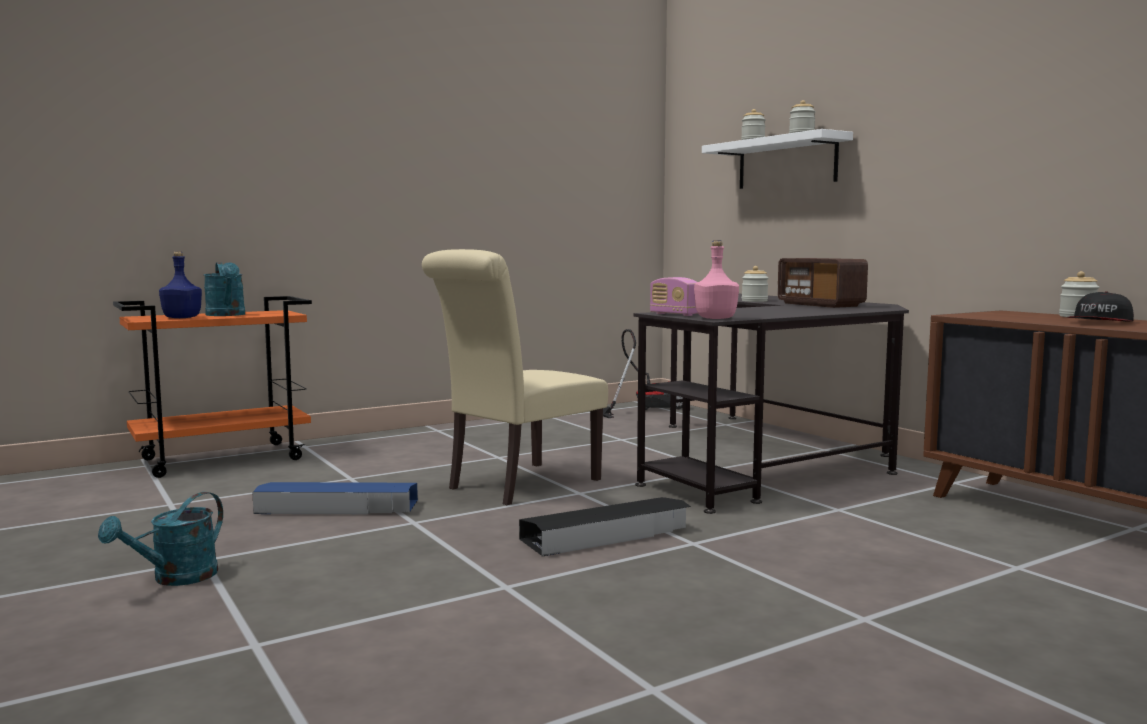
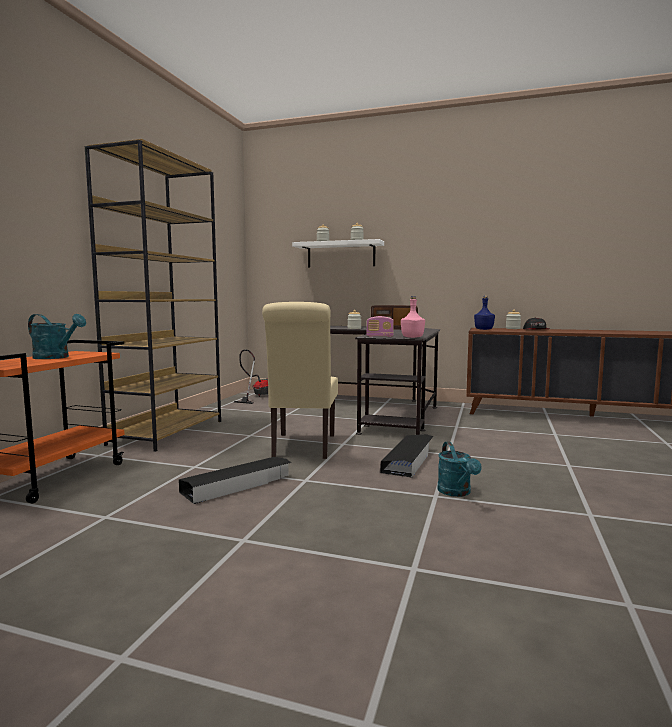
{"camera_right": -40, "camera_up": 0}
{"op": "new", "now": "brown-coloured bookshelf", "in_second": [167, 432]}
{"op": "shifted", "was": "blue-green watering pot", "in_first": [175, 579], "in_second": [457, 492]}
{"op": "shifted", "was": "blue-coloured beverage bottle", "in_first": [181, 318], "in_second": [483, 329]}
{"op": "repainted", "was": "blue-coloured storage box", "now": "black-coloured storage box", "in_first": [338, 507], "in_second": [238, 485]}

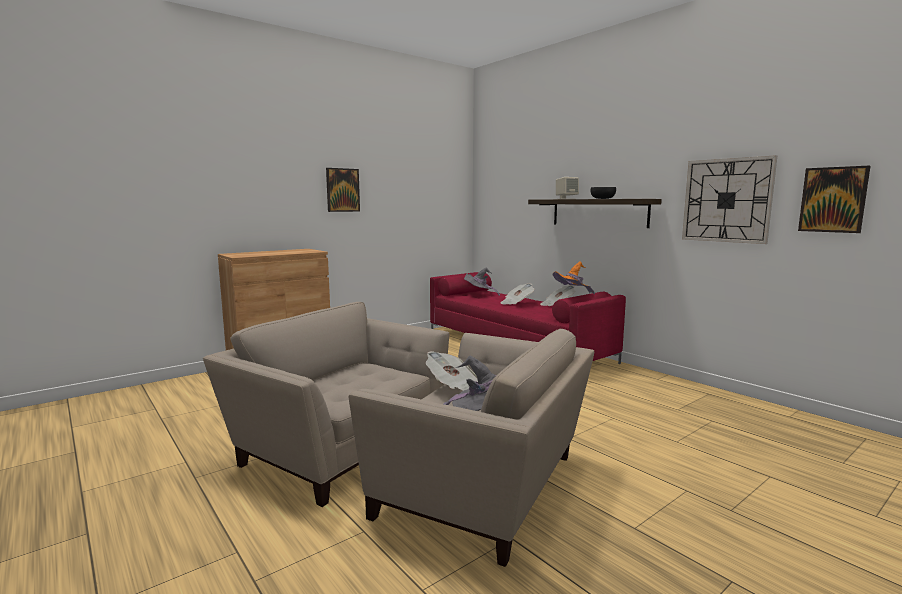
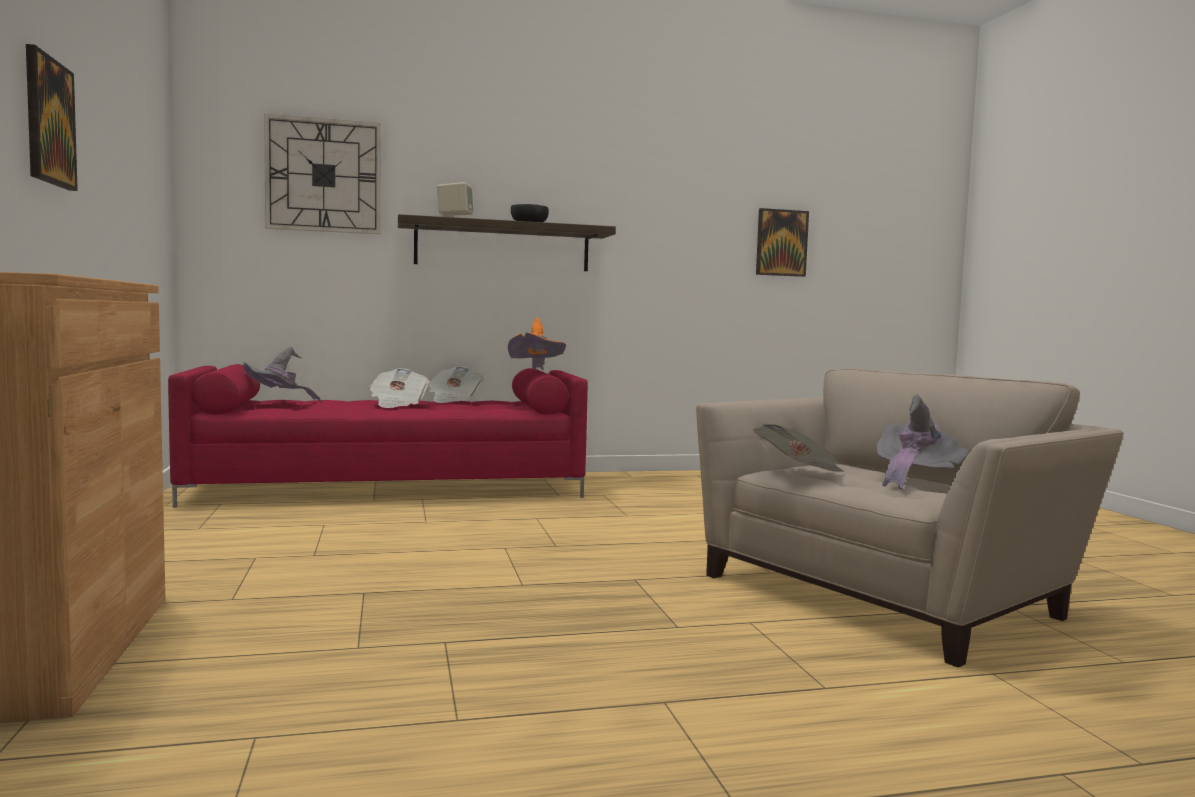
{"camera_right": -65, "camera_up": -5}
{"op": "gone", "was": "sand-coloured armchair", "in_first": [341, 445]}
{"op": "shifted", "was": "hanging clock", "in_first": [726, 200], "in_second": [323, 175]}

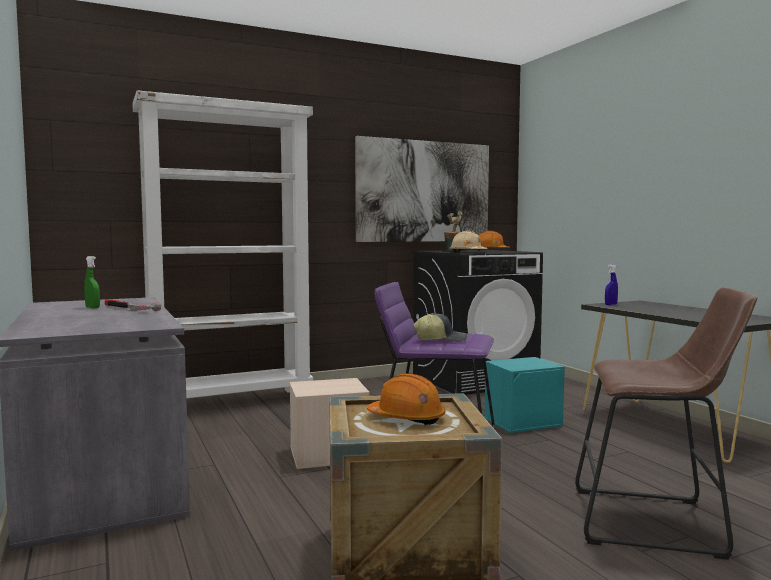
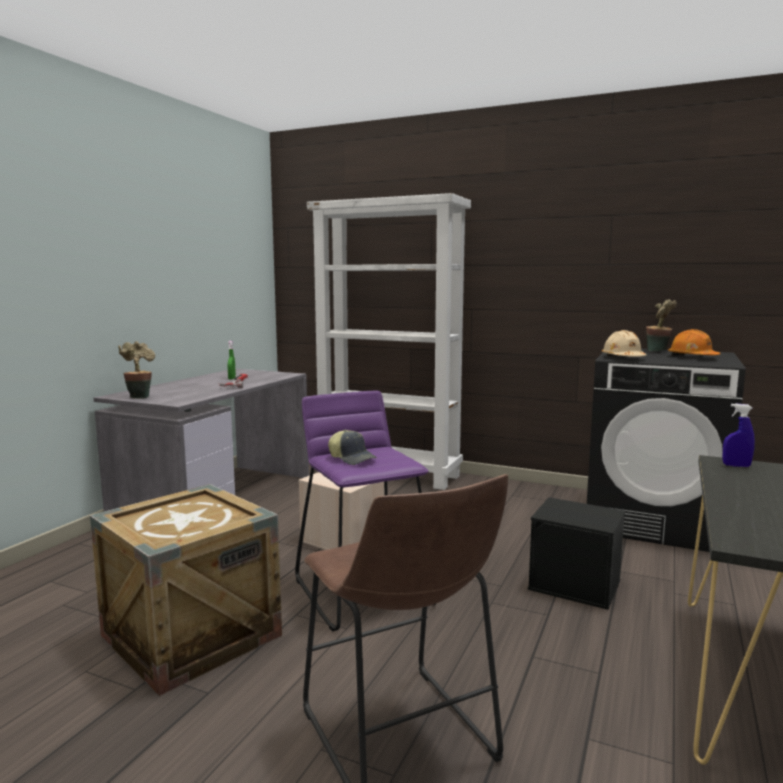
{"camera_right": 50, "camera_up": 5}
{"op": "gone", "was": "wall picture", "in_first": [424, 191]}
{"op": "gone", "was": "orangey work helmet", "in_first": [407, 418]}
{"op": "new", "now": "houseplant", "in_second": [139, 397]}
{"op": "repainted", "was": "blue-green storage box", "now": "black-coloured storage box", "in_first": [523, 421], "in_second": [576, 585]}

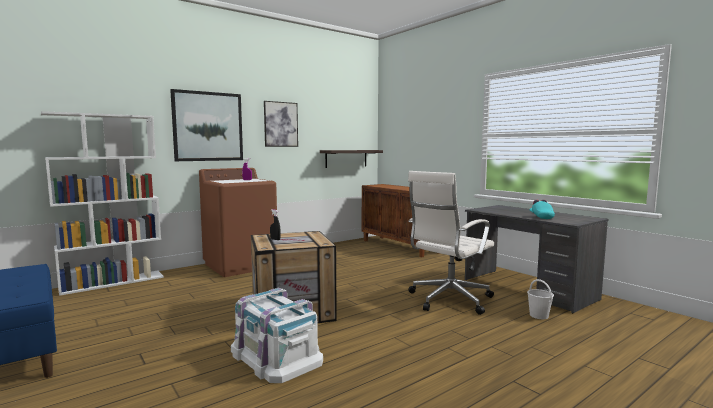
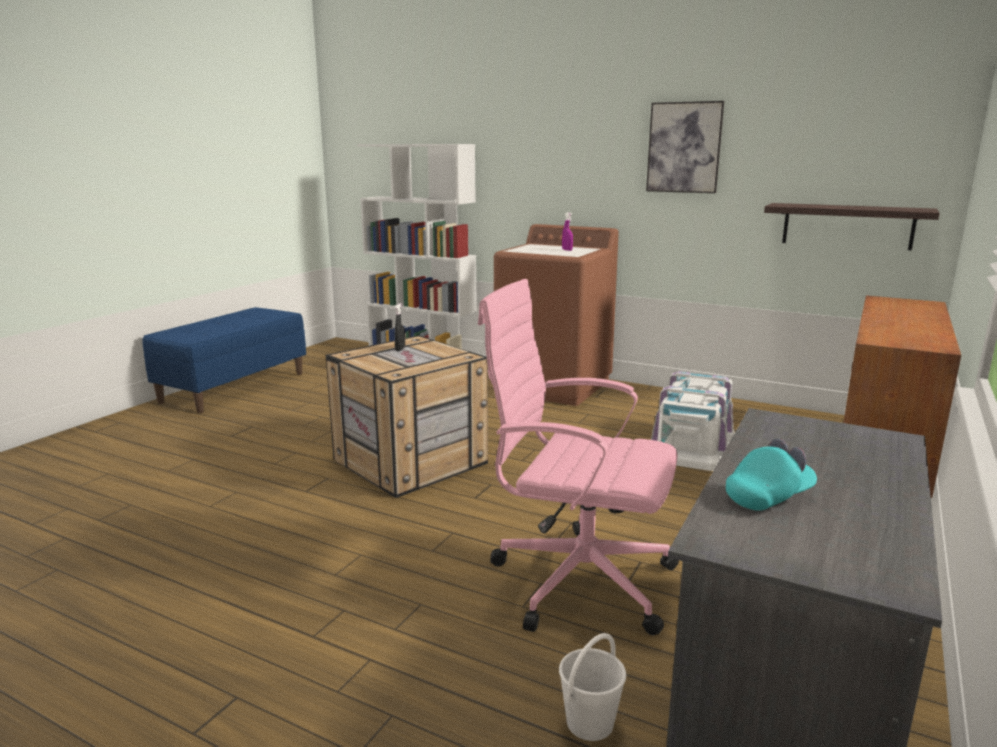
{"camera_right": 65, "camera_up": 10}
{"op": "gone", "was": "wall picture", "in_first": [208, 126]}
{"op": "shifted", "was": "white storage box", "in_first": [275, 356], "in_second": [691, 446]}
{"op": "repainted", "was": "white desk chair", "now": "pink-coloured desk chair", "in_first": [448, 300], "in_second": [577, 579]}

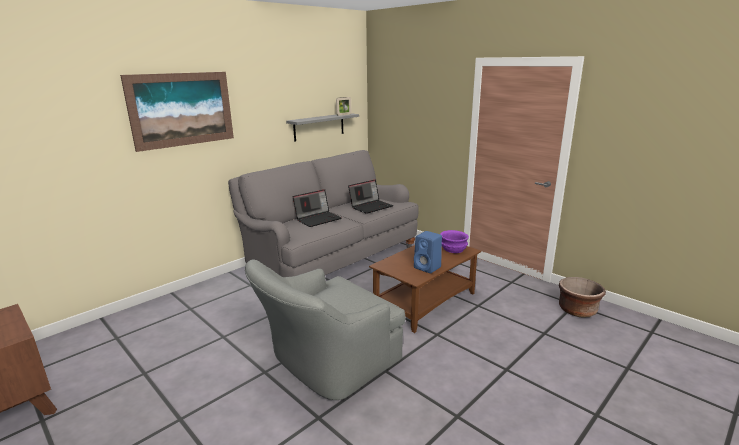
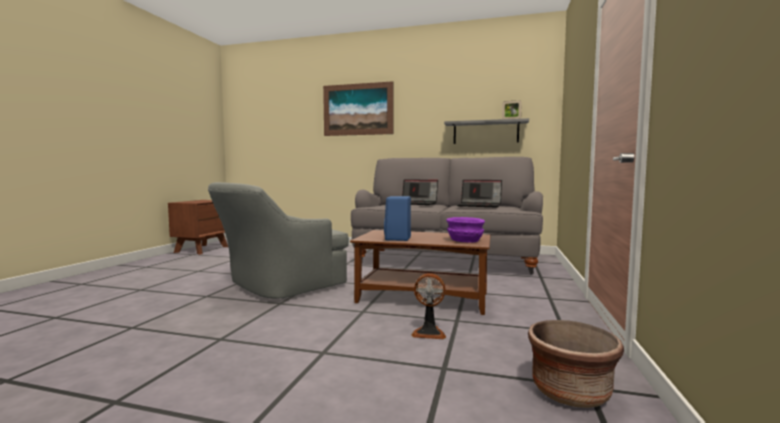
{"camera_right": 60, "camera_up": -15}
{"op": "new", "now": "fan", "in_second": [429, 332]}
{"op": "rotated", "was": "grey armchair", "in_first": [327, 363], "in_second": [277, 286], "clockwise": -60}

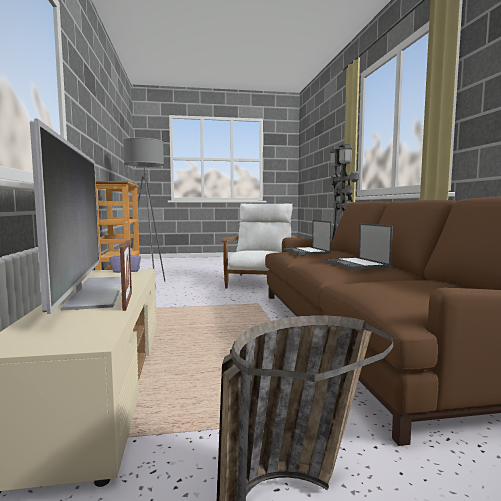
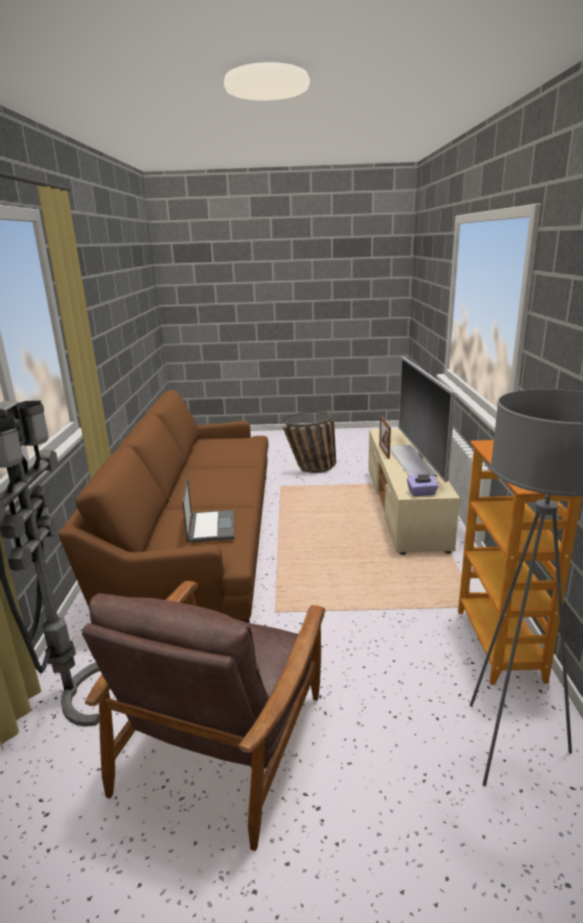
{"camera_right": -170, "camera_up": 15}
{"op": "gone", "was": "portable computer", "in_first": [356, 264]}
{"op": "repainted", "was": "white armchair", "now": "brown-coloured armchair", "in_first": [261, 282], "in_second": [223, 739]}

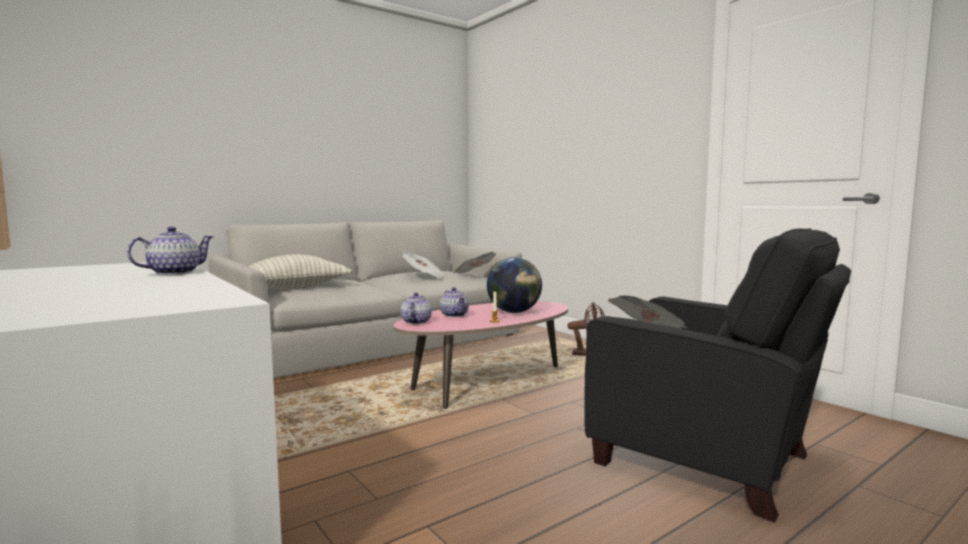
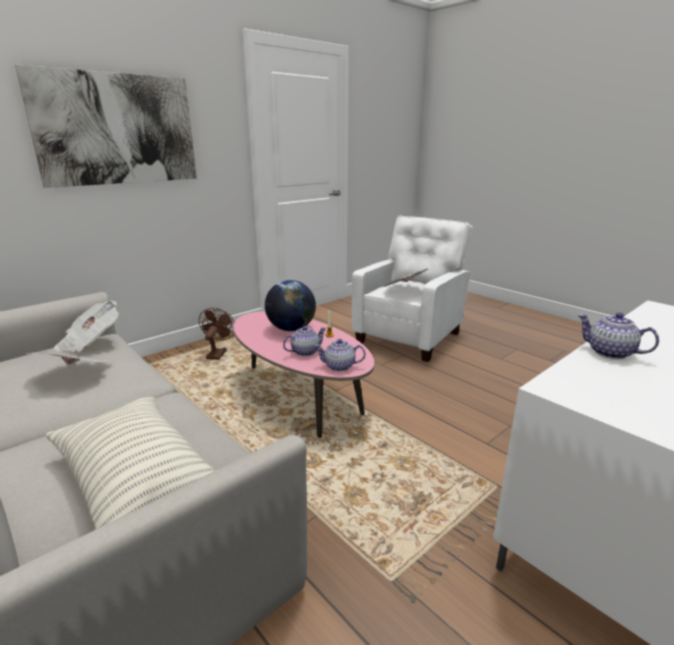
{"camera_right": -95, "camera_up": 15}
{"op": "new", "now": "wall picture", "in_second": [118, 129]}
{"op": "repainted", "was": "black-coloured armchair", "now": "white armchair", "in_first": [707, 460], "in_second": [410, 337]}

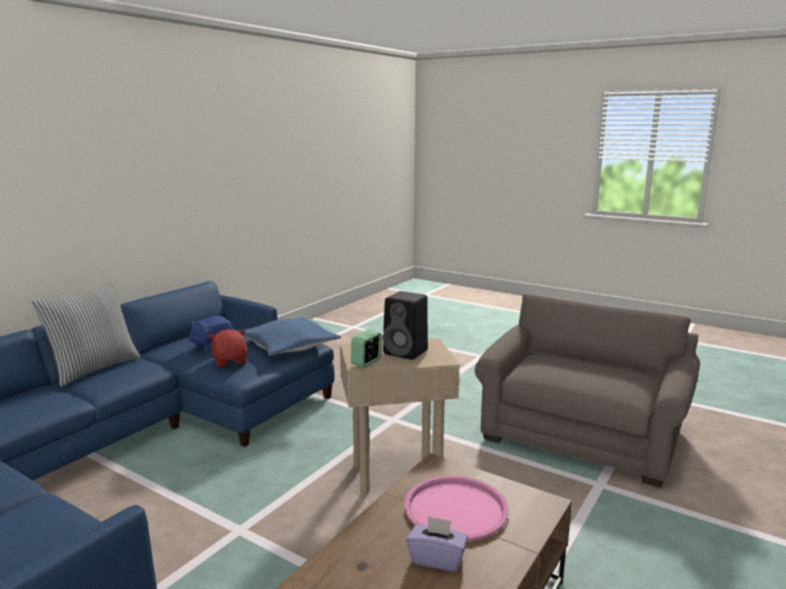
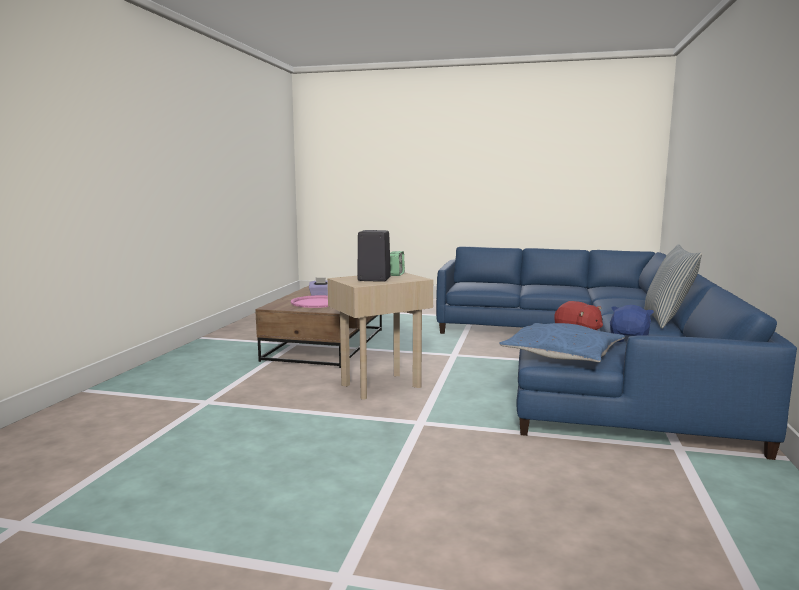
{"camera_right": 160, "camera_up": -5}
{"op": "gone", "was": "grey armchair", "in_first": [581, 435]}

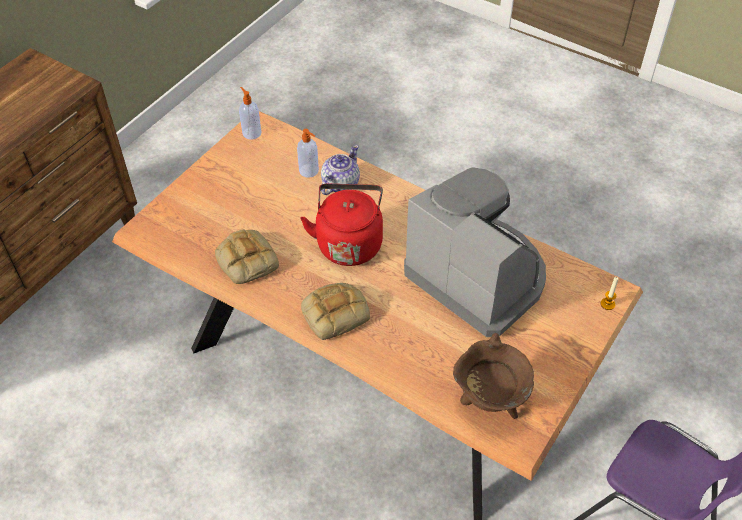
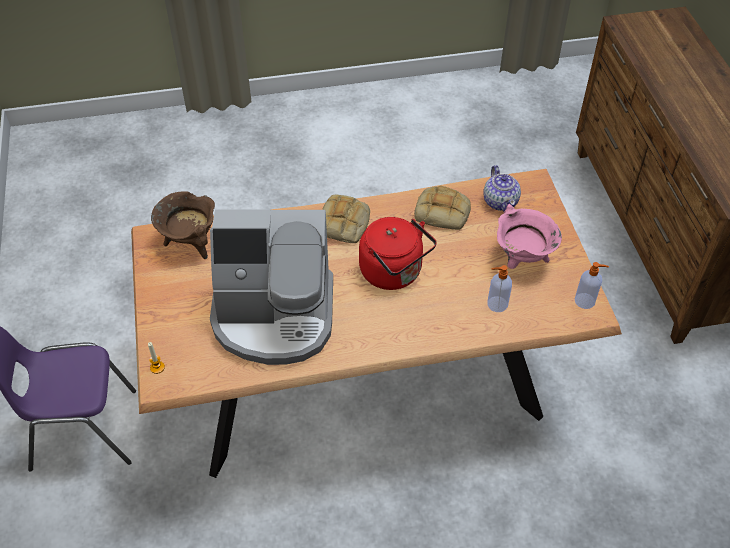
{"camera_right": 135, "camera_up": 0}
{"op": "new", "now": "pink-coloured cooking pot", "in_second": [522, 259]}
{"op": "shifted", "was": "pot for tea", "in_first": [340, 184], "in_second": [500, 201]}

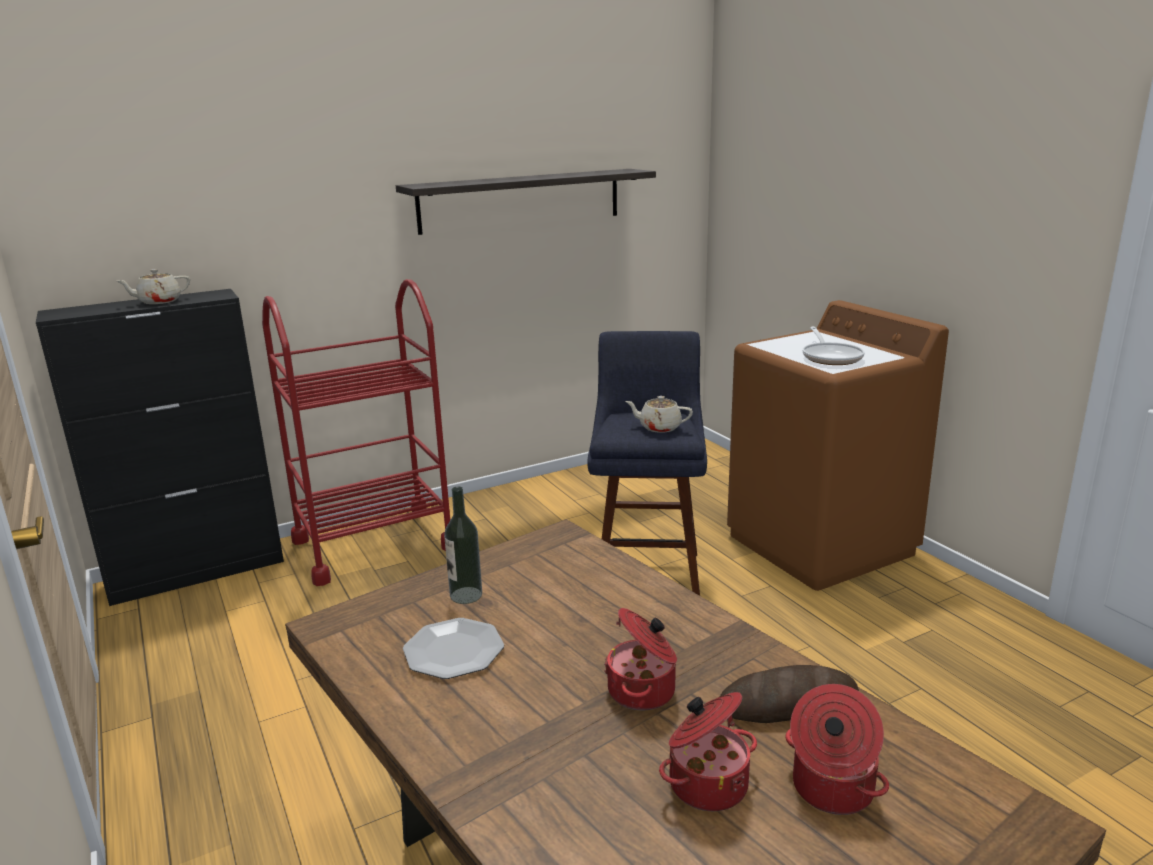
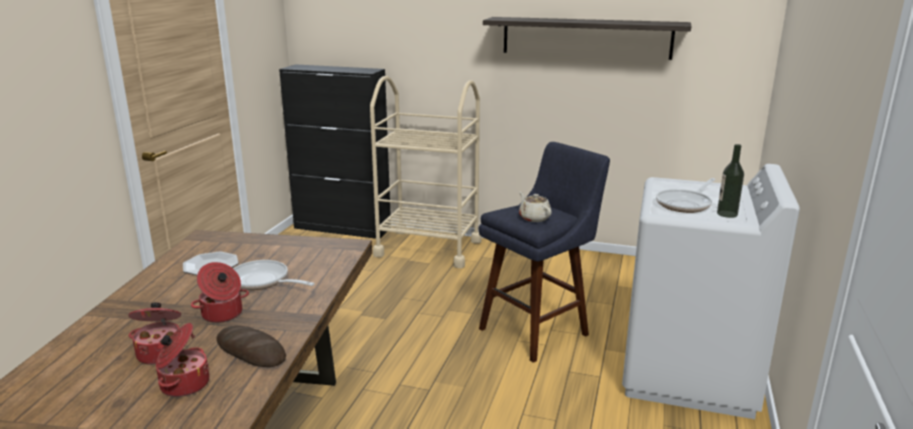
{"camera_right": 45, "camera_up": 0}
{"op": "gone", "was": "sand-coloured pot for tea", "in_first": [159, 301]}
{"op": "new", "now": "skillet", "in_second": [263, 281]}
{"op": "shifted", "was": "beverage bottle", "in_first": [466, 595], "in_second": [727, 214]}
{"op": "repainted", "was": "red trolley", "now": "sand-coloured trolley", "in_first": [374, 544], "in_second": [428, 248]}
{"op": "repainted", "was": "brown-coloured washing machine", "now": "white washing machine", "in_first": [821, 545], "in_second": [688, 374]}

